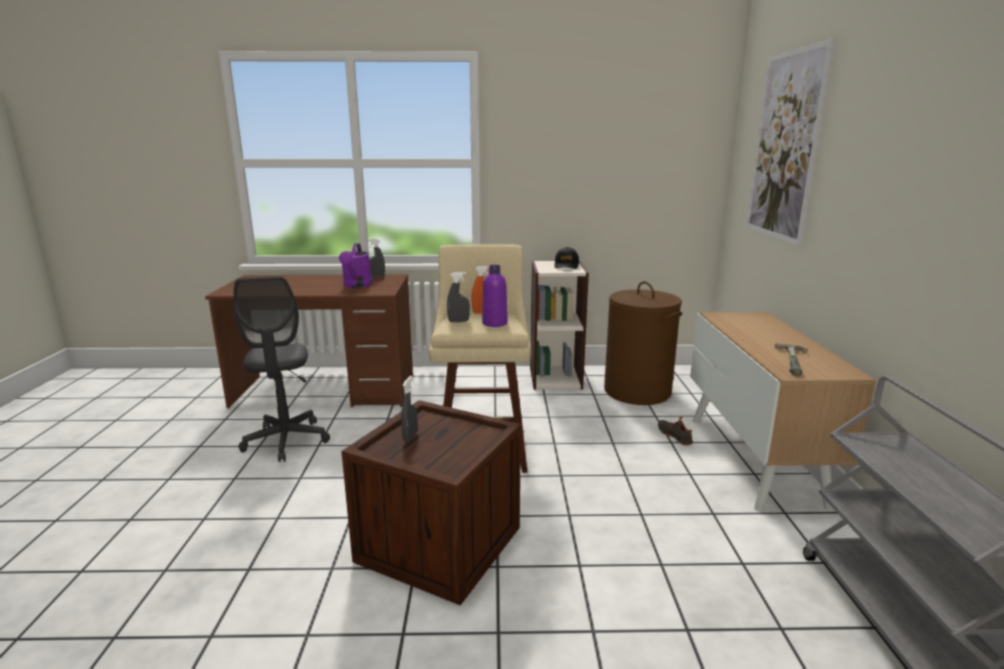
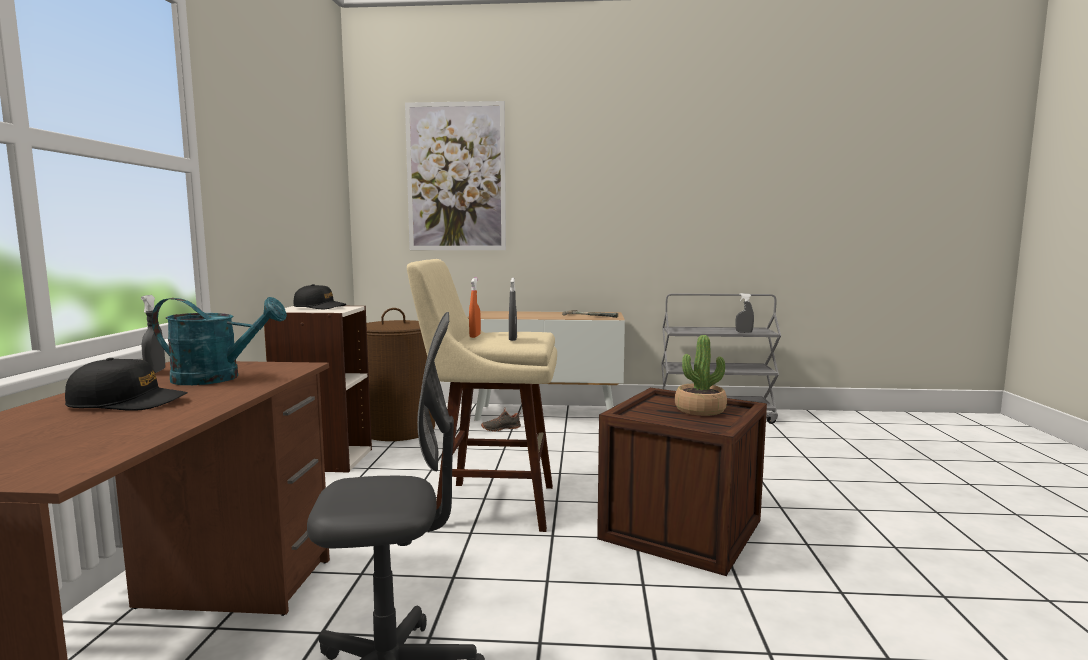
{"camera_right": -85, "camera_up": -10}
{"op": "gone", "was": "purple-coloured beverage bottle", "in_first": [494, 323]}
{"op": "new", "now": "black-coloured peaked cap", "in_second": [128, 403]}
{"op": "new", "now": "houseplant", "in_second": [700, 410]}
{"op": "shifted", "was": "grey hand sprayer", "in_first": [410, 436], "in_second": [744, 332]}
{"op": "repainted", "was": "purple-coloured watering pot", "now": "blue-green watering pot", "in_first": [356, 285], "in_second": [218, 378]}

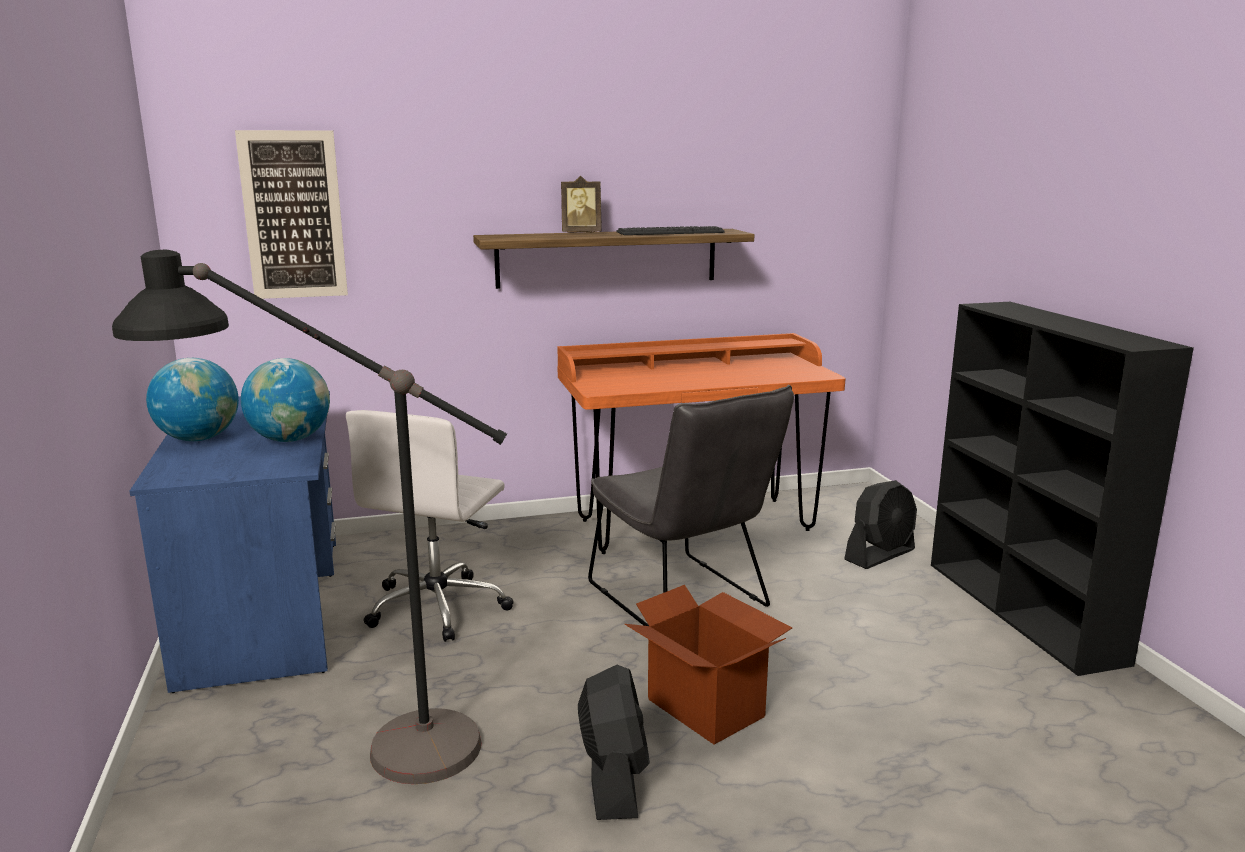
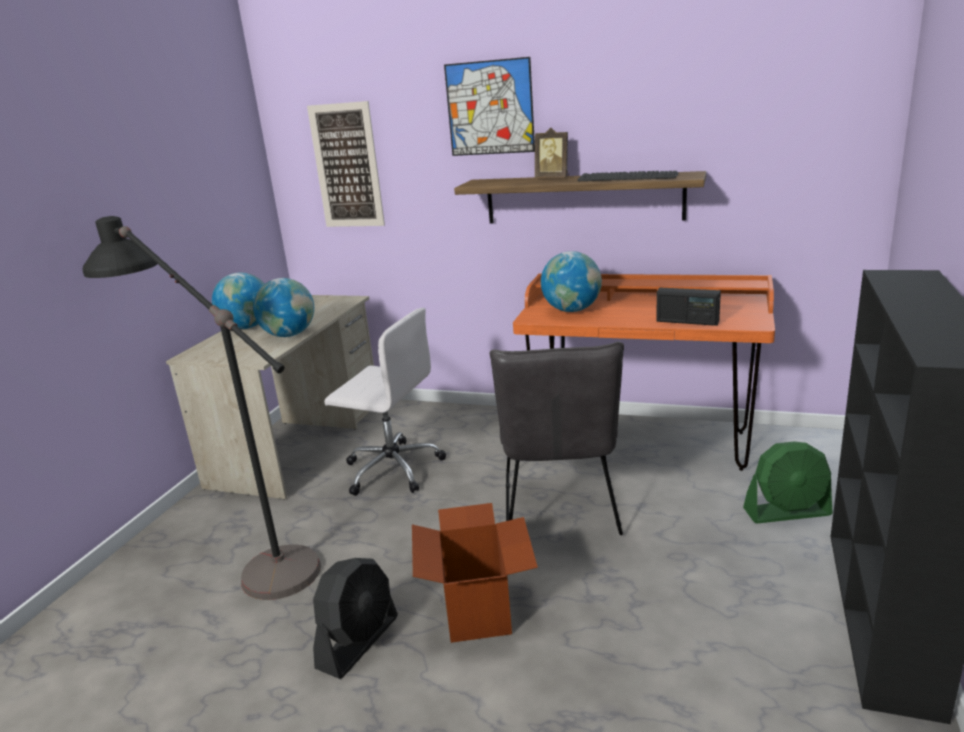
{"camera_right": 35, "camera_up": 5}
{"op": "new", "now": "wall picture", "in_second": [490, 108]}
{"op": "new", "now": "desk globe", "in_second": [572, 310]}
{"op": "new", "now": "radio", "in_second": [687, 321]}
{"op": "repainted", "was": "blue-coloured desk table", "now": "sand-coloured desk table", "in_first": [265, 608], "in_second": [299, 444]}
{"op": "repainted", "was": "black-coloured fan", "now": "green fan", "in_first": [880, 555], "in_second": [787, 512]}
{"op": "rotated", "was": "white desk chair", "in_first": [439, 606], "in_second": [392, 469], "clockwise": -120}

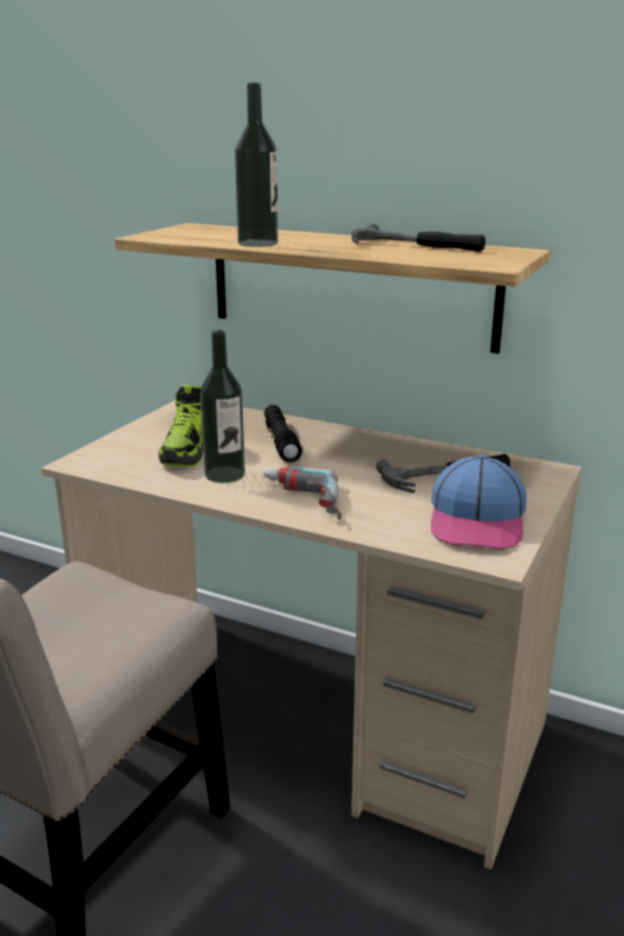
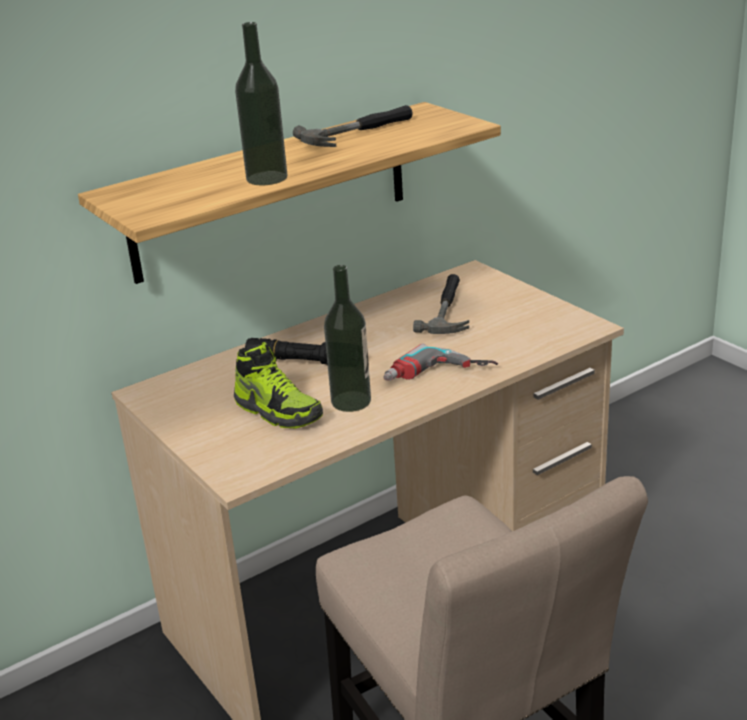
{"camera_right": -60, "camera_up": 5}
{"op": "gone", "was": "peaked cap", "in_first": [477, 521]}

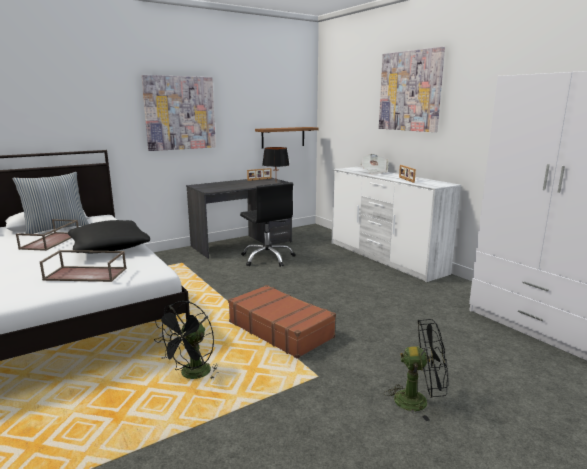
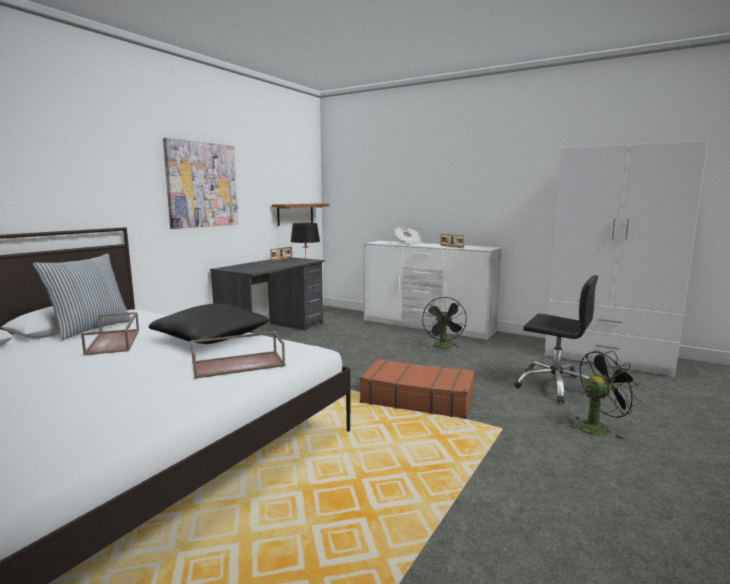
{"camera_right": -25, "camera_up": -5}
{"op": "gone", "was": "wall picture", "in_first": [410, 91]}
{"op": "shifted", "was": "black-coloured fan", "in_first": [192, 375], "in_second": [444, 347]}
{"op": "shifted", "was": "black-coloured desk chair", "in_first": [267, 258], "in_second": [555, 386]}

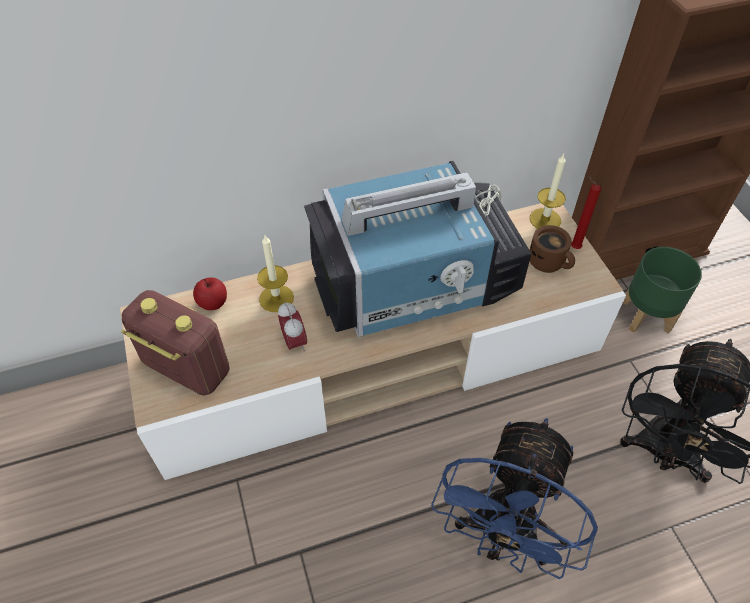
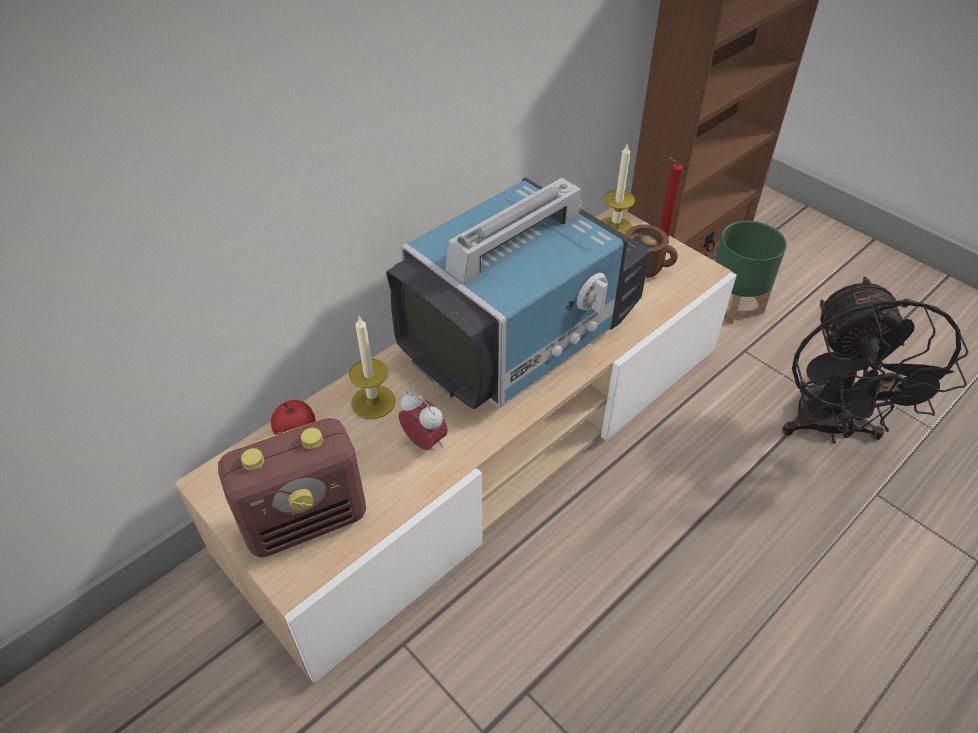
{"camera_right": -25, "camera_up": -5}
{"op": "gone", "was": "blue-coloured fan", "in_first": [501, 536]}
{"op": "rotated", "was": "radio", "in_first": [186, 368], "in_second": [307, 520], "clockwise": 150}

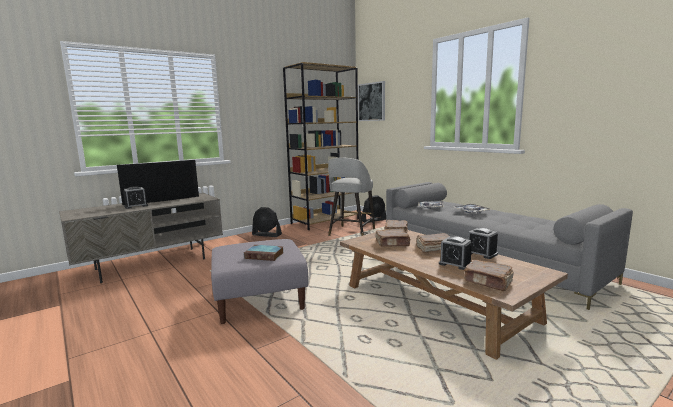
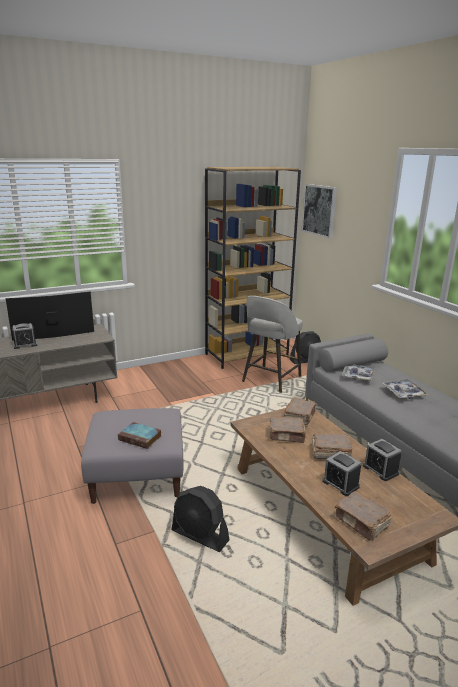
{"camera_right": 10, "camera_up": 10}
{"op": "shifted", "was": "black-coloured fan", "in_first": [266, 235], "in_second": [200, 536]}

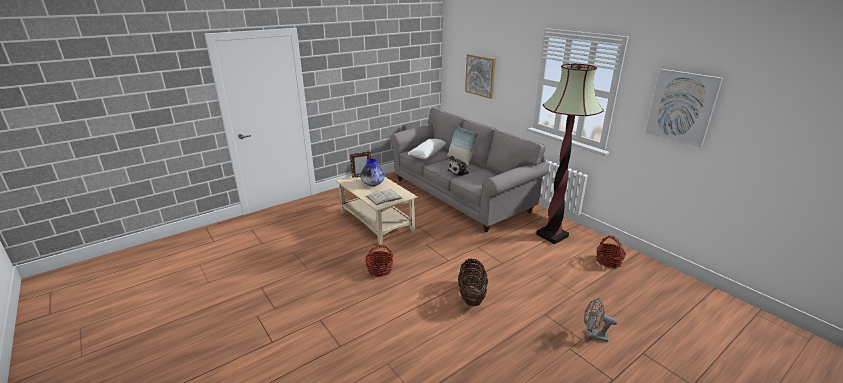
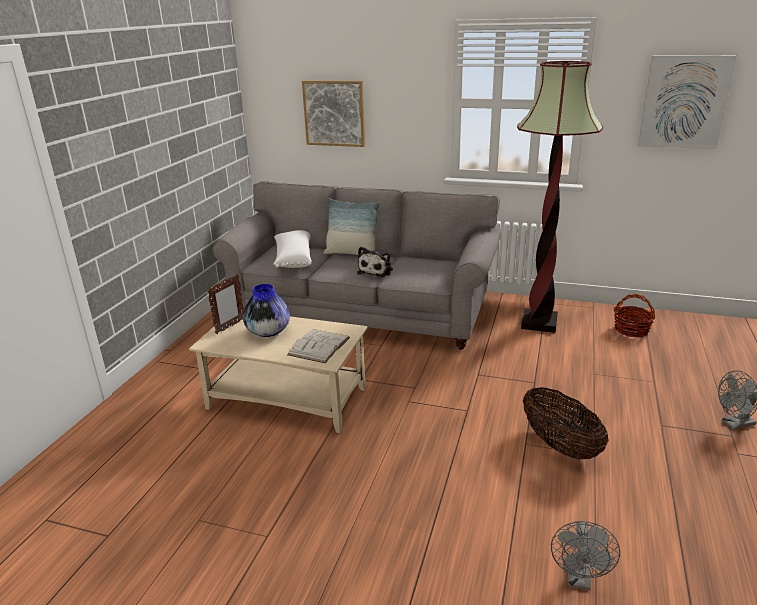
{"camera_right": -35, "camera_up": 0}
{"op": "gone", "was": "household basket", "in_first": [380, 269]}
{"op": "new", "now": "grey fan", "in_second": [579, 579]}

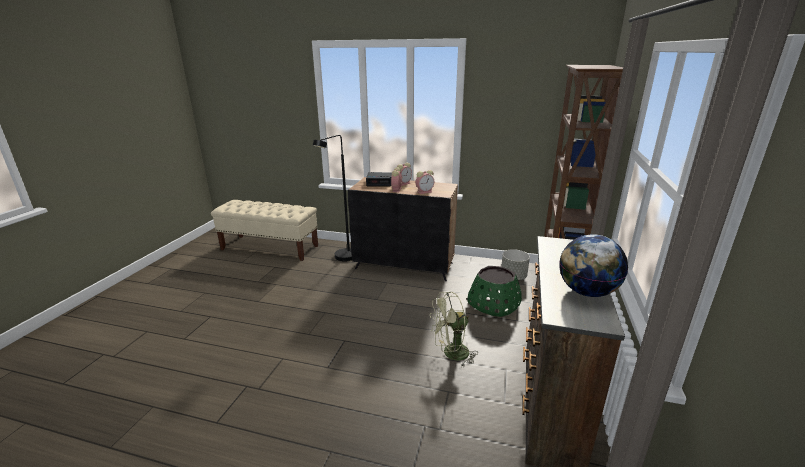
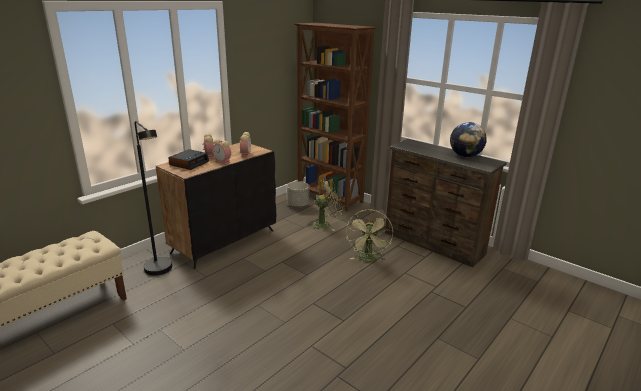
{"camera_right": -65, "camera_up": 0}
{"op": "swapped", "was": "green plant pot", "now": "green fan", "in_first": [493, 304], "in_second": [325, 224]}

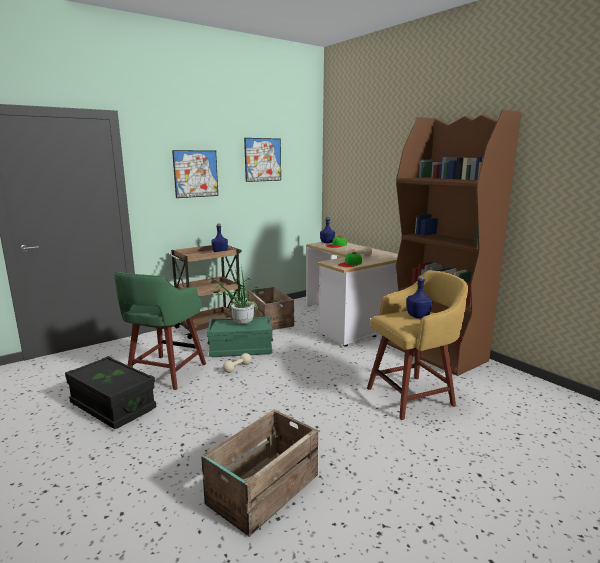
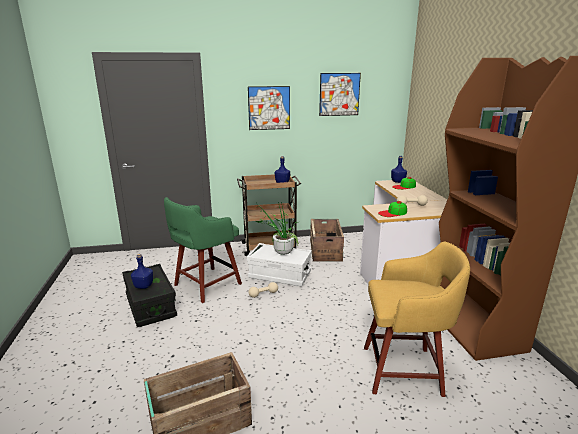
{"camera_right": 25, "camera_up": 5}
{"op": "shifted", "was": "blue-coloured beverage bottle", "in_first": [417, 316], "in_second": [144, 286]}
{"op": "repainted", "was": "green storage box", "now": "white storage box", "in_first": [241, 349], "in_second": [279, 275]}

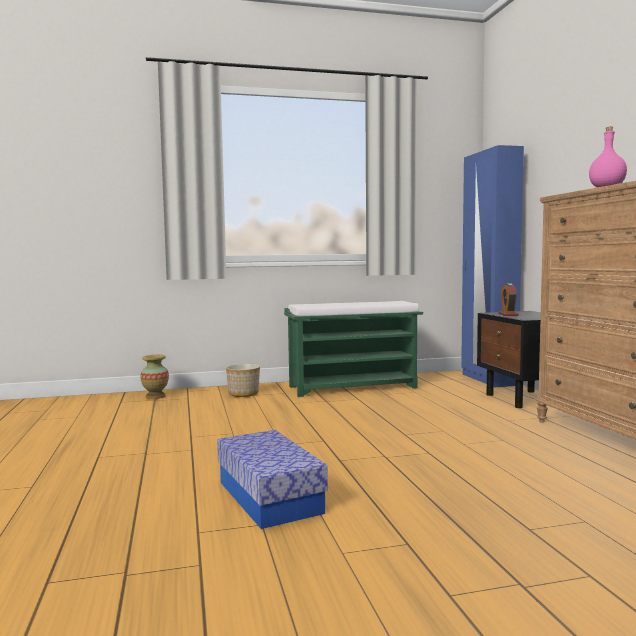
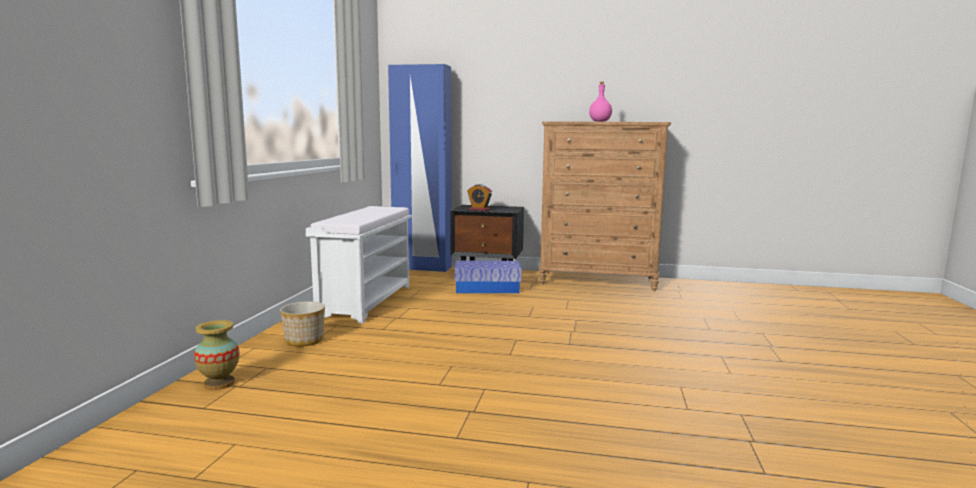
{"camera_right": -65, "camera_up": 5}
{"op": "shifted", "was": "storage box", "in_first": [269, 497], "in_second": [487, 288]}
{"op": "repainted", "was": "green long seat", "now": "white long seat", "in_first": [353, 387], "in_second": [366, 301]}

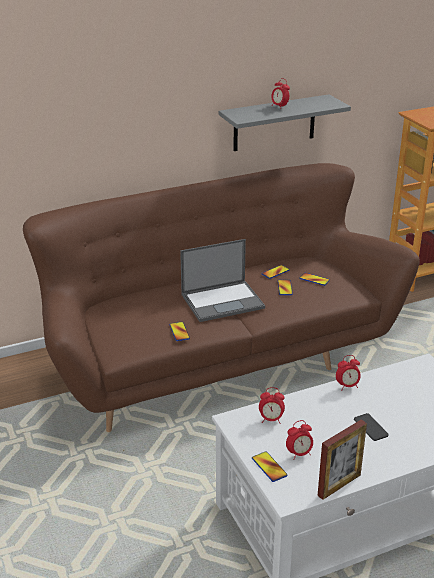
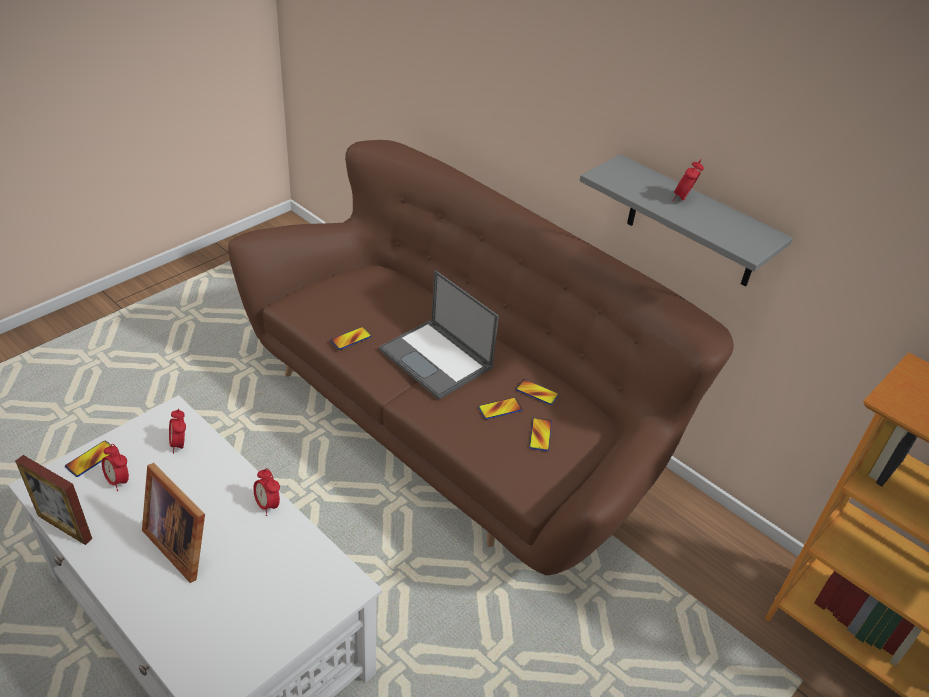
{"camera_right": 65, "camera_up": 10}
{"op": "swapped", "was": "phone", "now": "photo frame", "in_first": [370, 427], "in_second": [182, 542]}

